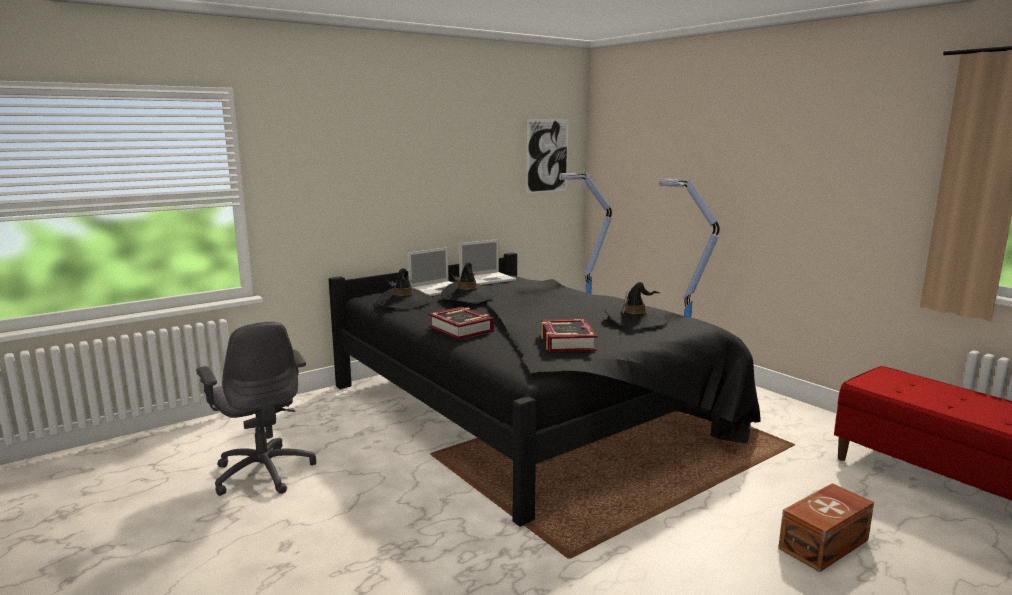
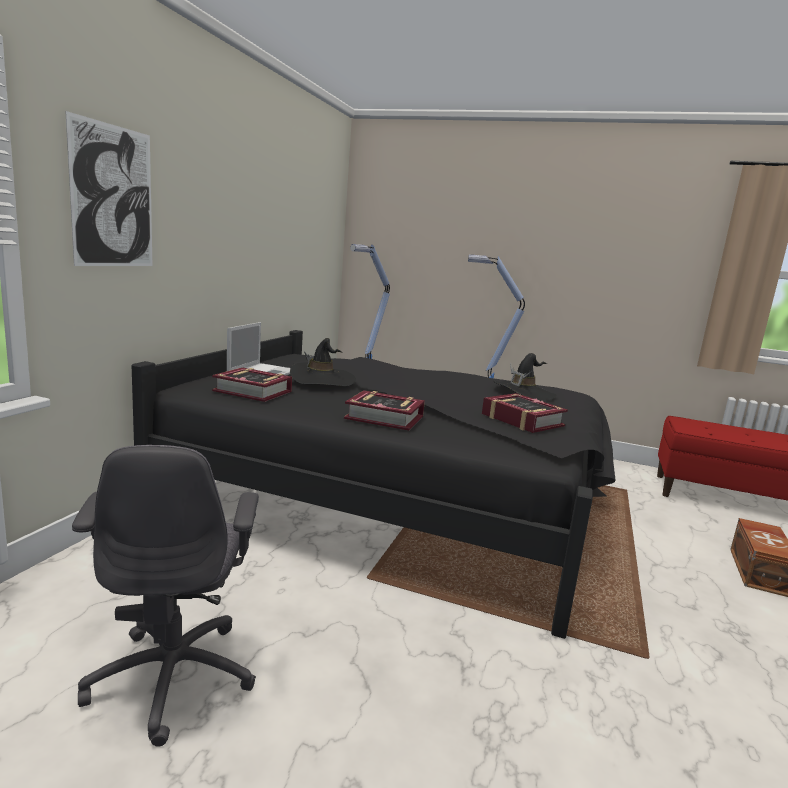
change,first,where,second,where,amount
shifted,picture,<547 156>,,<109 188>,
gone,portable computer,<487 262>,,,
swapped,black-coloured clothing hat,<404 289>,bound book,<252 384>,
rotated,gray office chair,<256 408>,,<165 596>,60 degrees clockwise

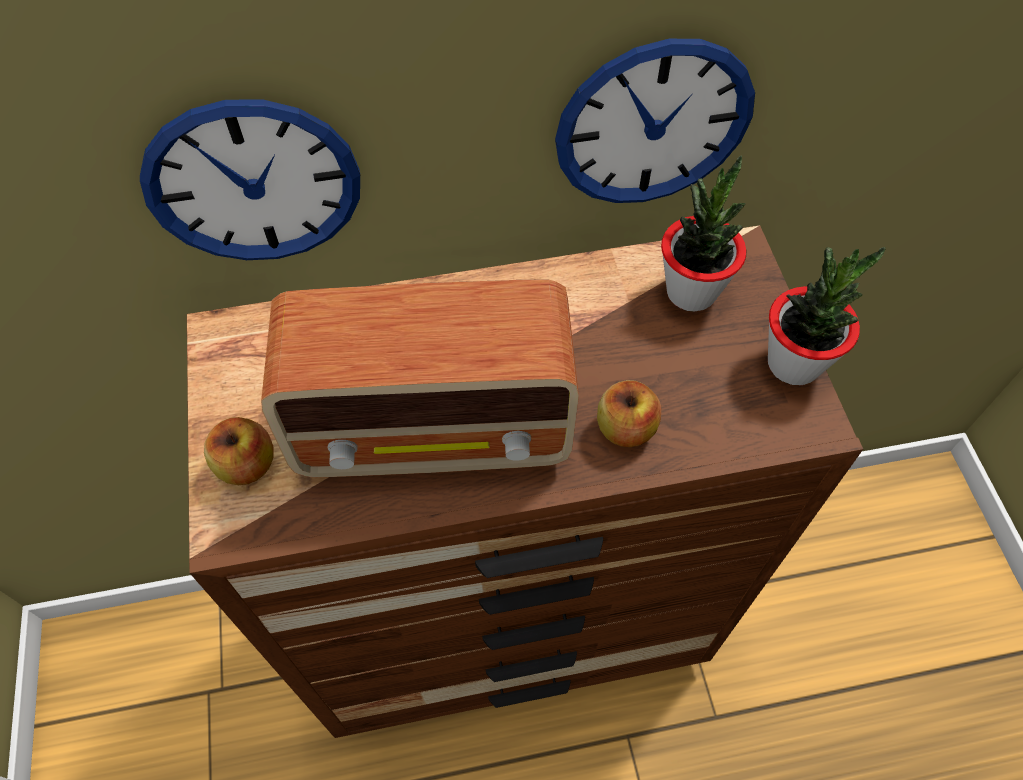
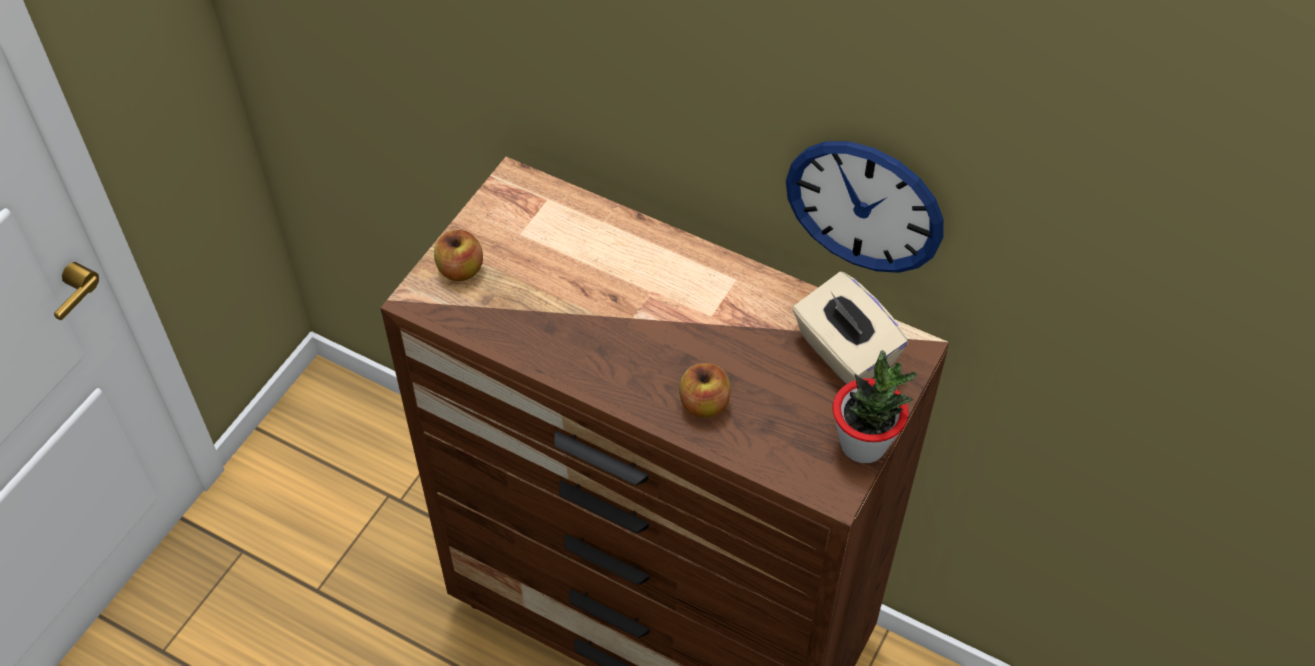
change,first,where,second,where,amount
gone,clock on the wall,<250 179>,,,
swapped,houseplant,<703 233>,beige-coloured tissue holder,<850 328>,
gone,radio set,<420 379>,,,

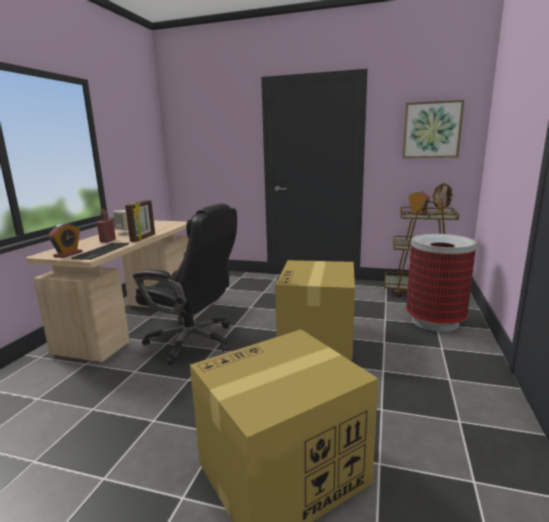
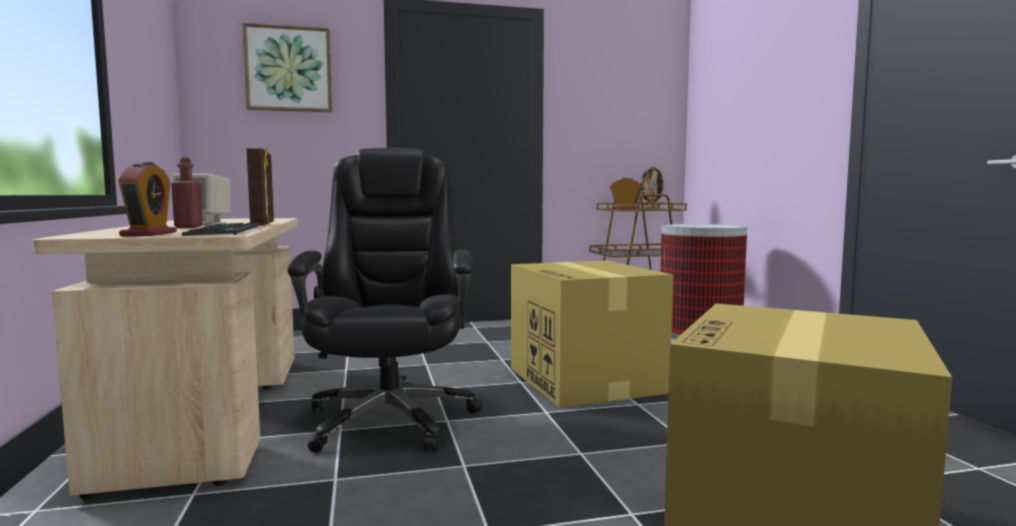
change,first,where,second,where,amount
shifted,picture,<433 129>,,<287 67>,
rotated,black-coloured office chair,<185 284>,,<384 300>,90 degrees counterclockwise

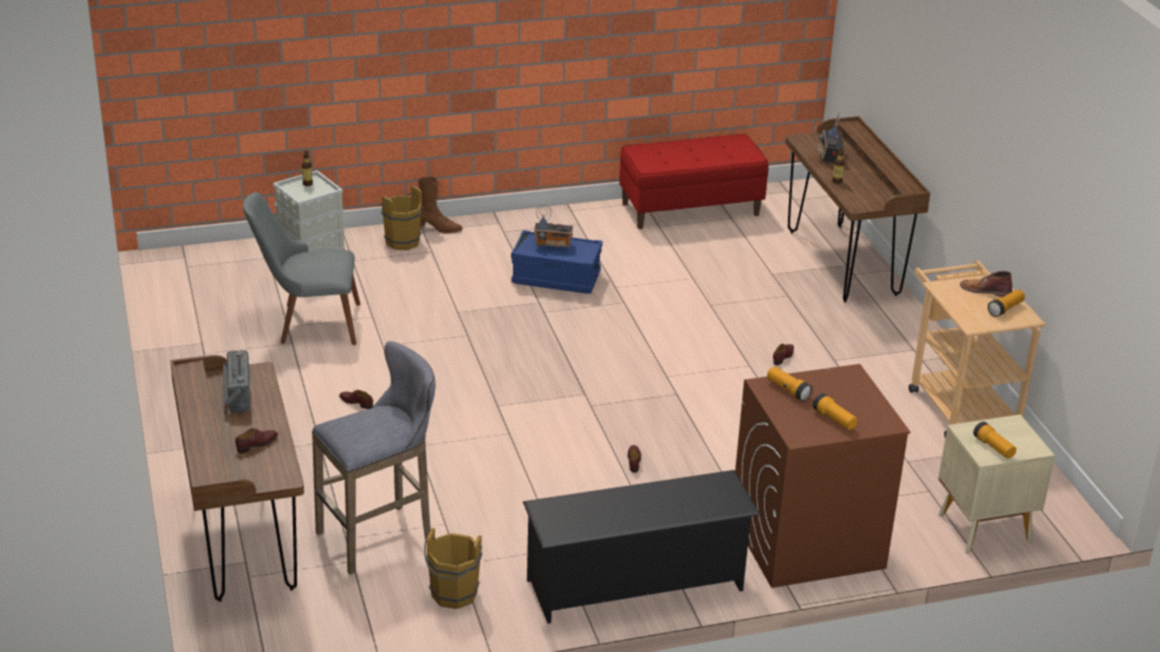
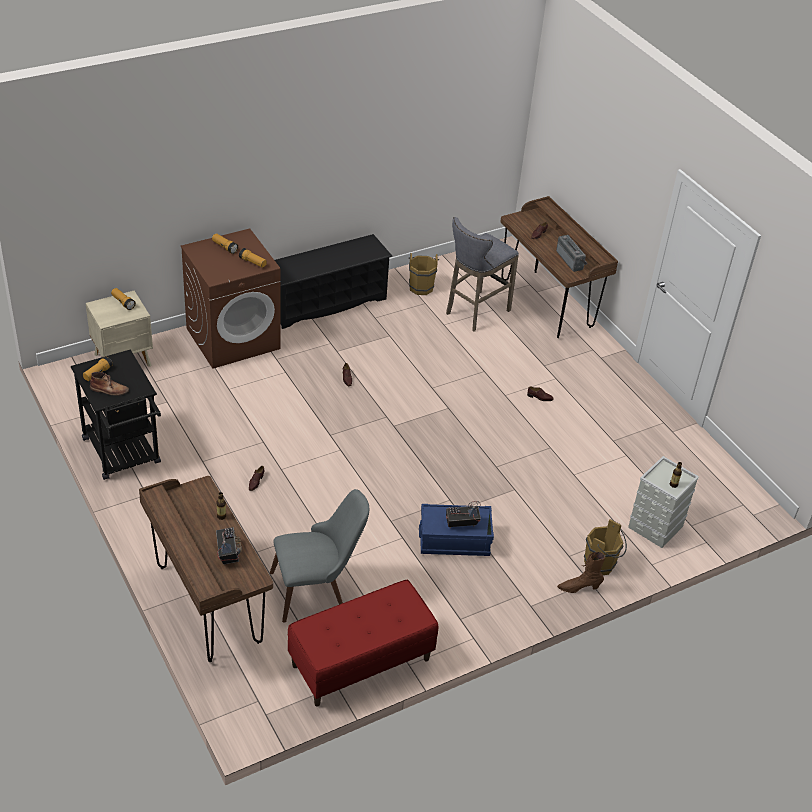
change,first,where,second,where,amount
shifted,gray plain chair,<302 268>,,<319 556>,
repainted,beige-coloured wheeled cart,<977 349>,black-coloured wheeled cart,<116 415>,

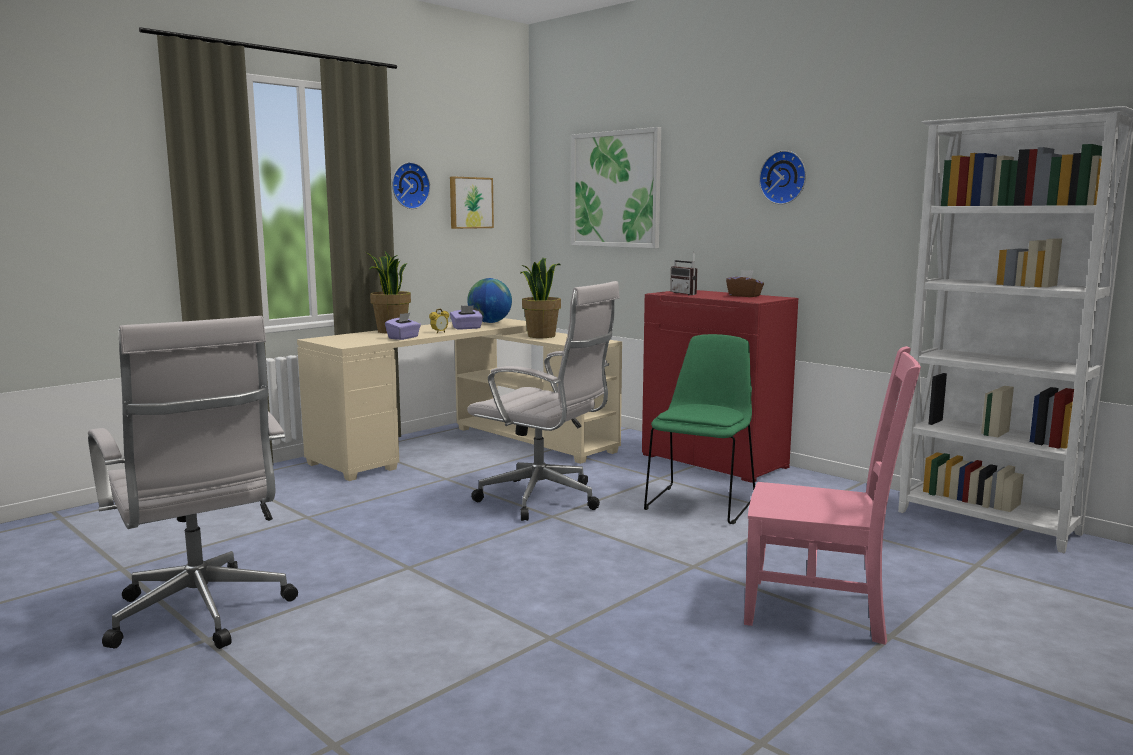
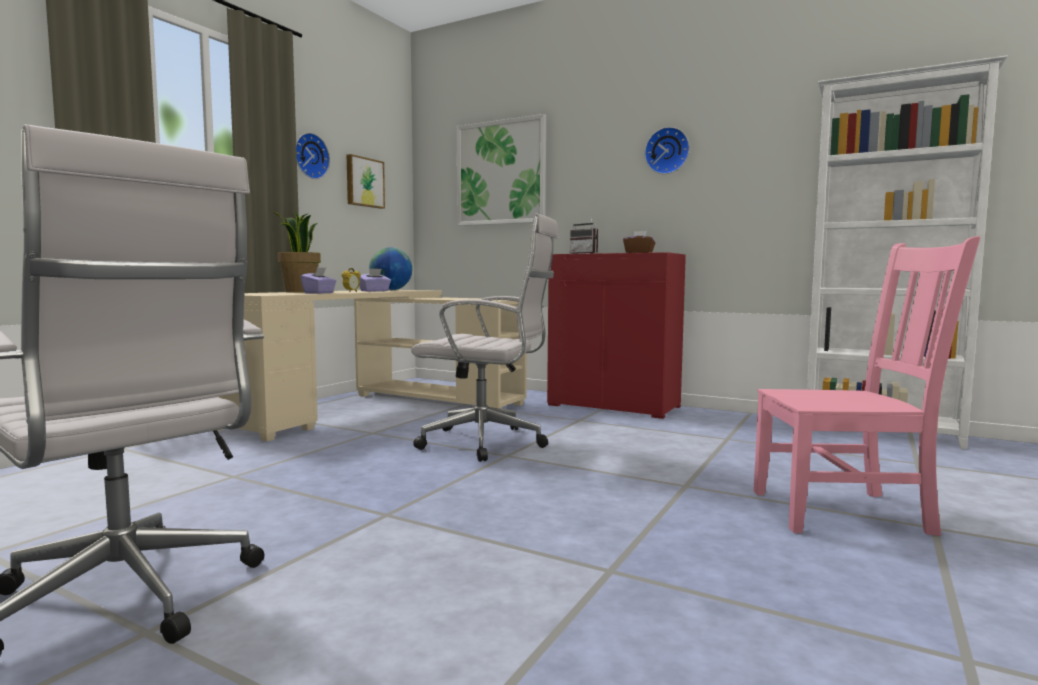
change,first,where,second,where,amount
gone,houseplant,<540 298>,,,
gone,greenish plain chair,<699 429>,,,

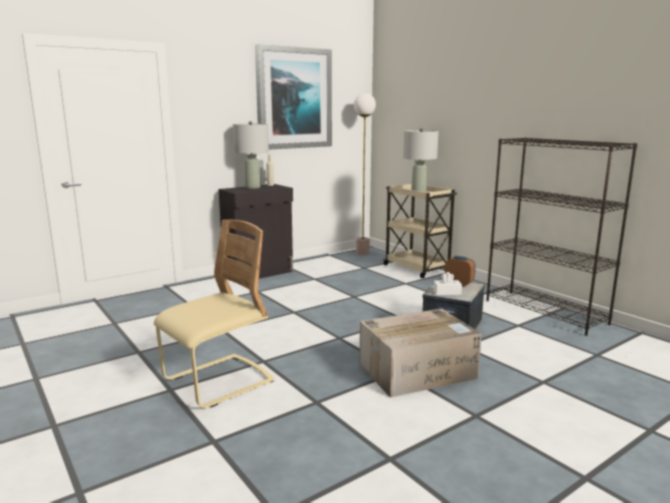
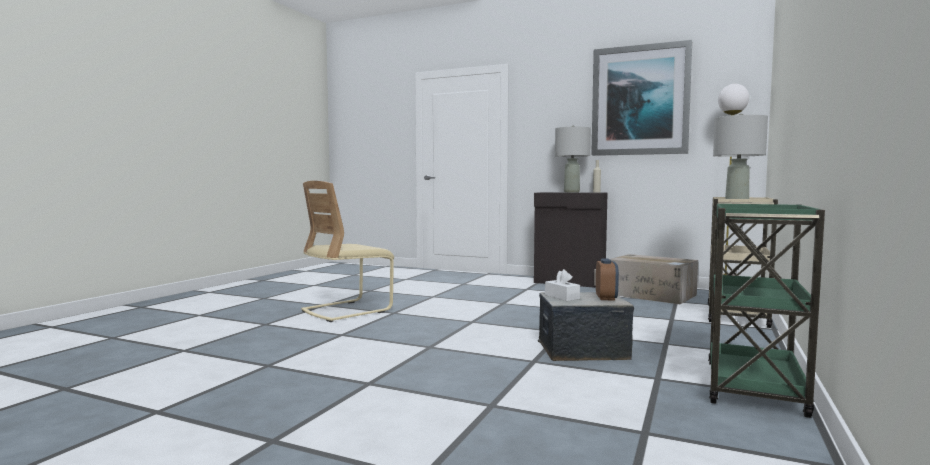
change,first,where,second,where,amount
swapped,black-coloured shelving unit,<562 236>,greenish wheeled cart,<766 310>,
rotated,beige-coloured plain chair,<214 314>,,<347 251>,120 degrees clockwise
shifted,cardboard box,<420 353>,,<654 279>,

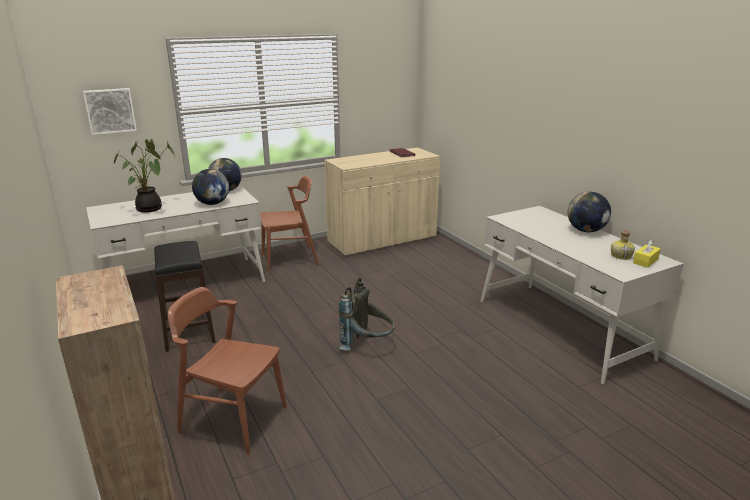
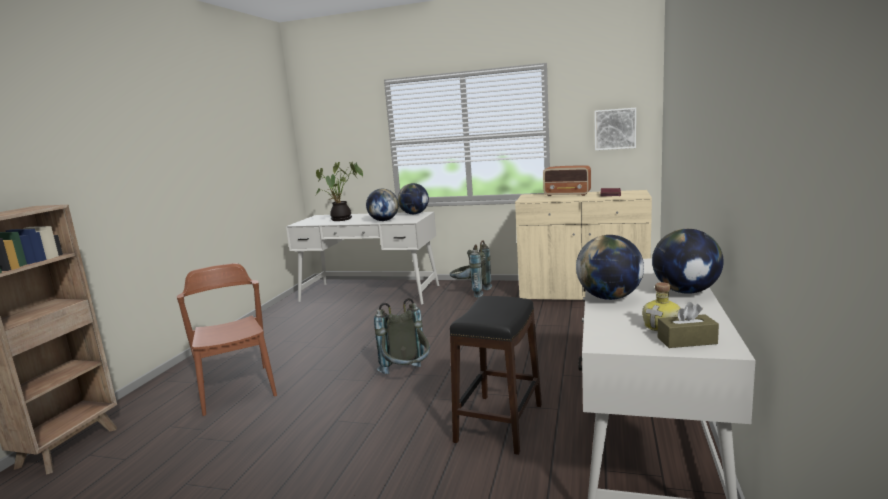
change,first,where,second,where,amount
shifted,picture,<110 111>,,<615 129>,
swapped,brownish plain chair,<289 224>,gray knapsack,<471 269>,
repainted,yellow tissue holder,<647 254>,brownish tissue holder,<688 325>,
shifted,black-coloured stool seat,<185 296>,,<496 375>,
new,,,radio set,<567 180>,
new,,,world globe,<610 267>,

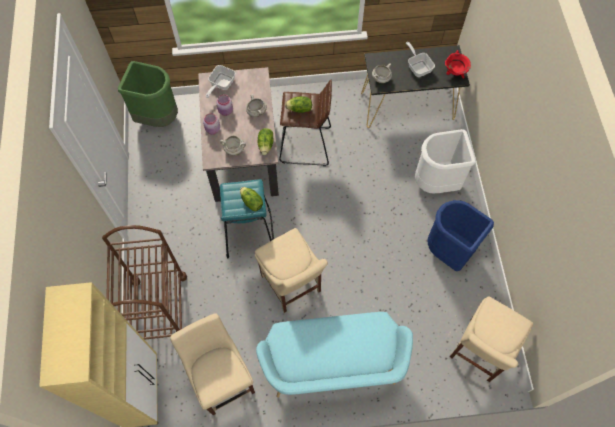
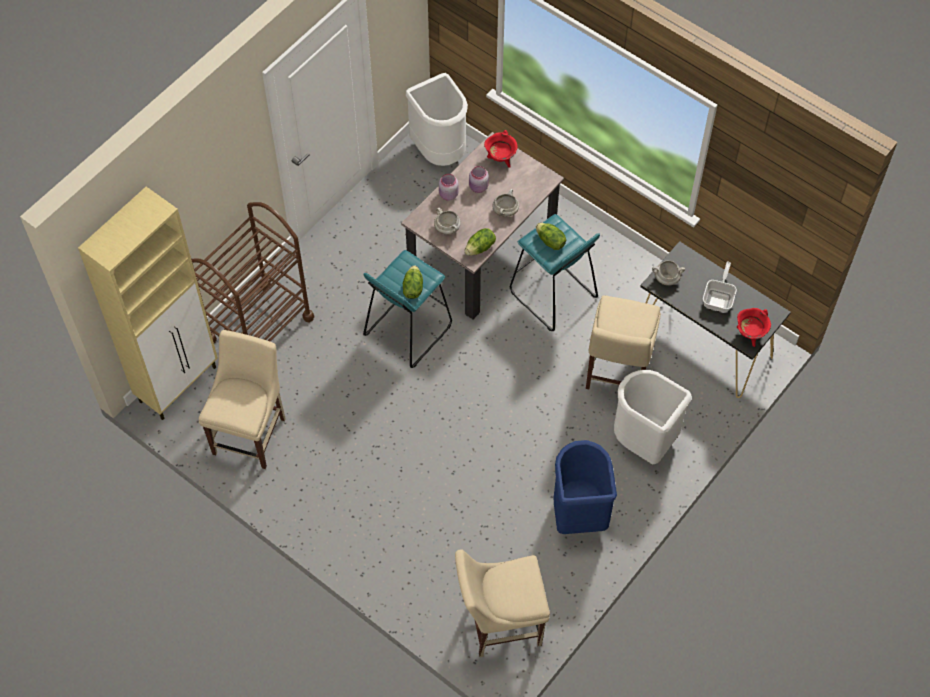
change,first,where,second,where,amount
repainted,greenish waste bin,<148 94>,white-coloured waste bin,<437 119>,
swapped,pan,<221 81>,red-coloured stockpot,<501 149>,
repainted,brownish stool seat,<305 123>,blue-green stool seat,<555 272>,
shifted,beige-coloured plain chair,<291 270>,,<623 342>,
gone,blue-green indoor bench,<334 355>,,,

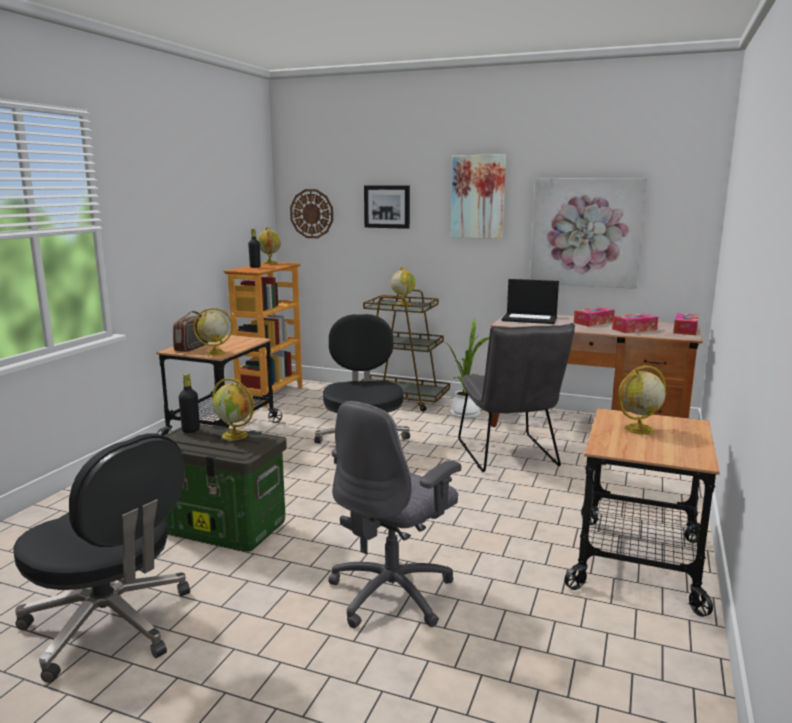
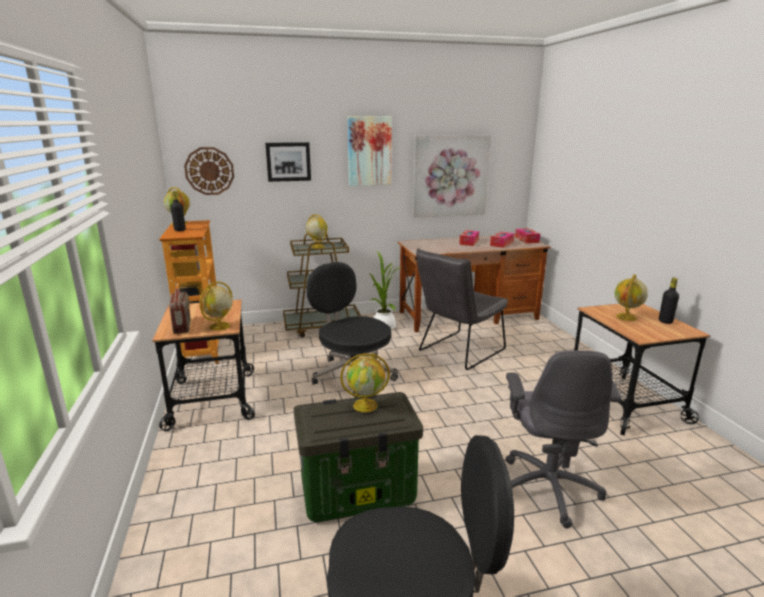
change,first,where,second,where,amount
gone,portable computer,<530 301>,,,
rotated,gray plain chair,<516 397>,,<462 309>,90 degrees clockwise
shifted,black-coloured beverage bottle,<189 403>,,<669 301>,

